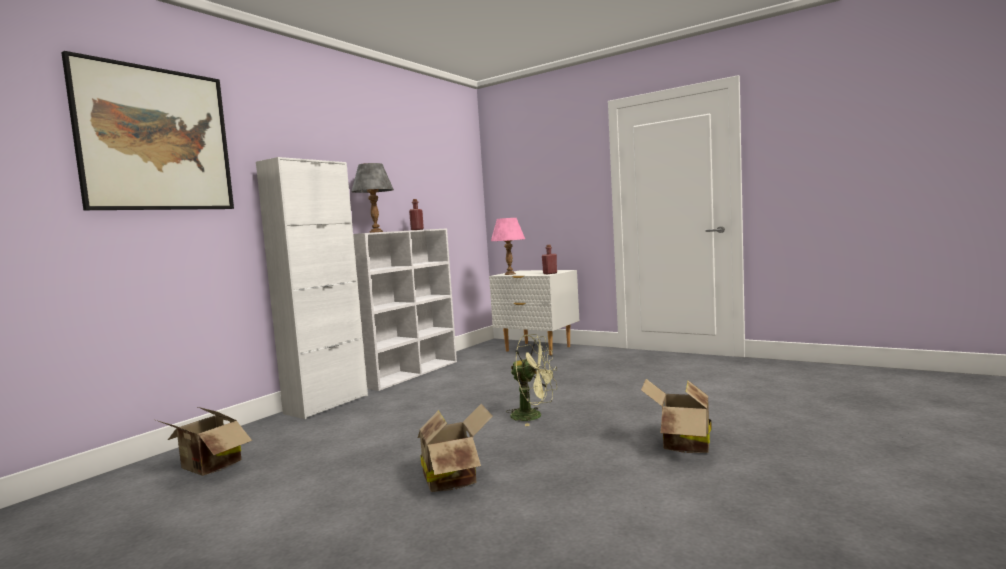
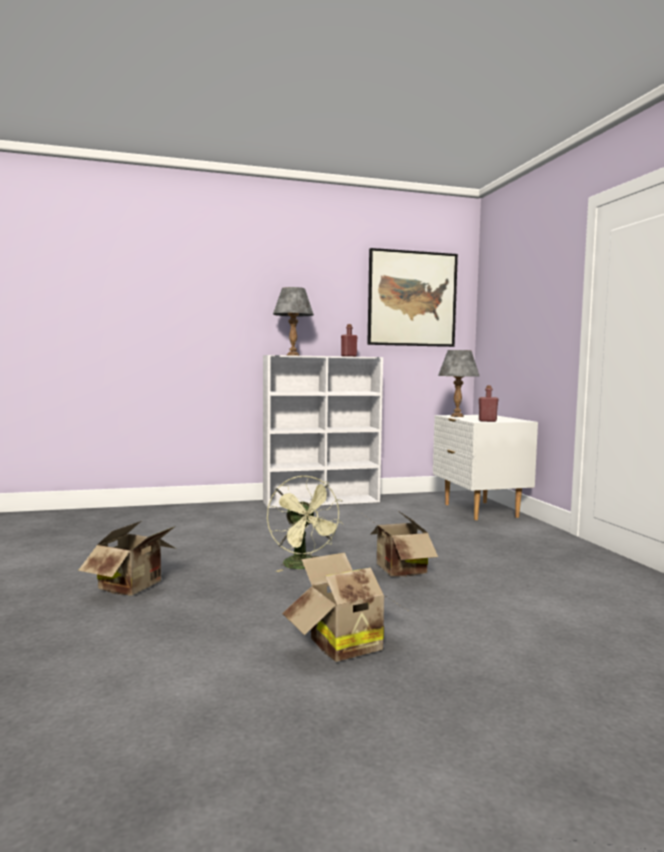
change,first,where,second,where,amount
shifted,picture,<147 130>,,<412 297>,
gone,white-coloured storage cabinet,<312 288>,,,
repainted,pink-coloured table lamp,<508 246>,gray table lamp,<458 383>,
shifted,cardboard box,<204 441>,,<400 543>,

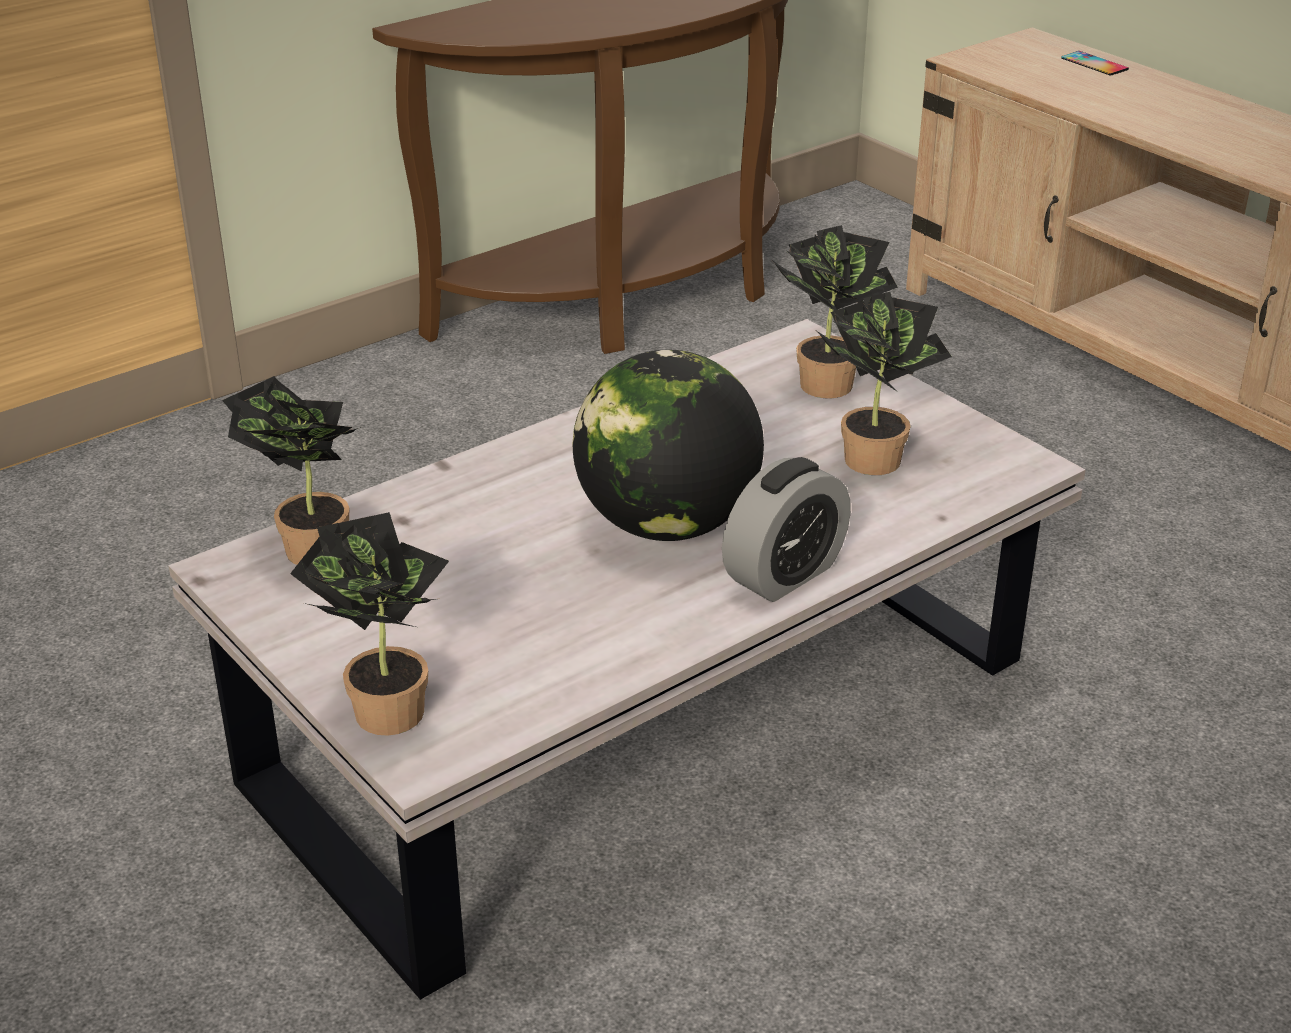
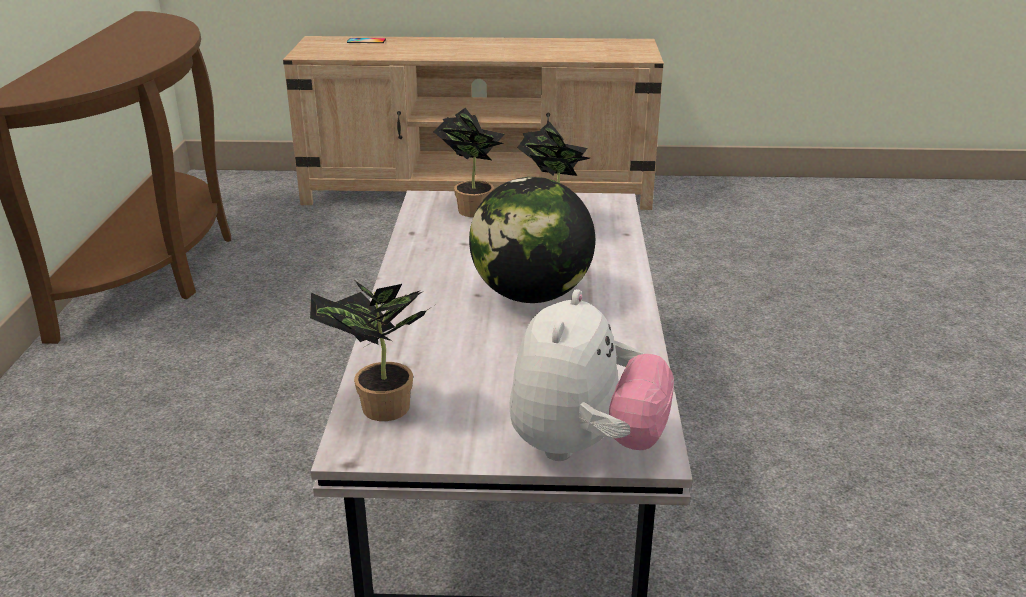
change,first,where,second,where,amount
gone,bedside clock,<786 529>,,,
swapped,houseplant,<369 624>,plush toy,<591 375>,

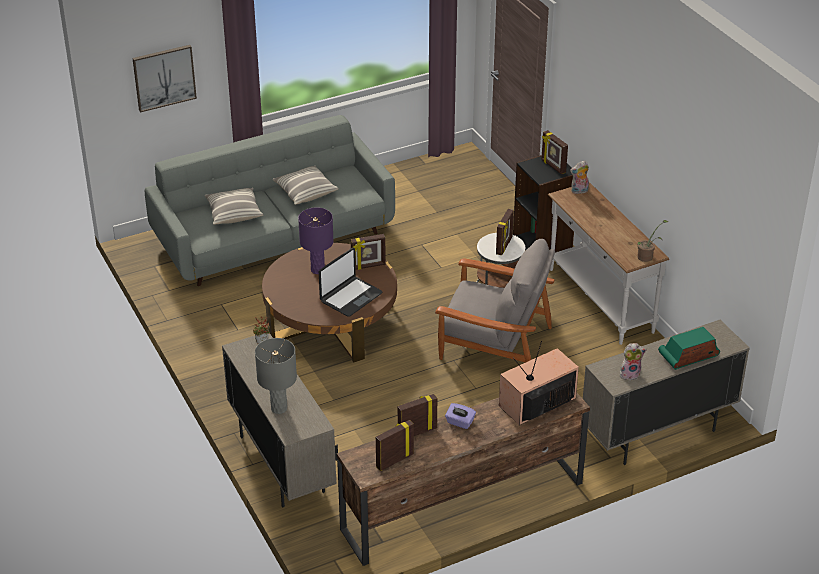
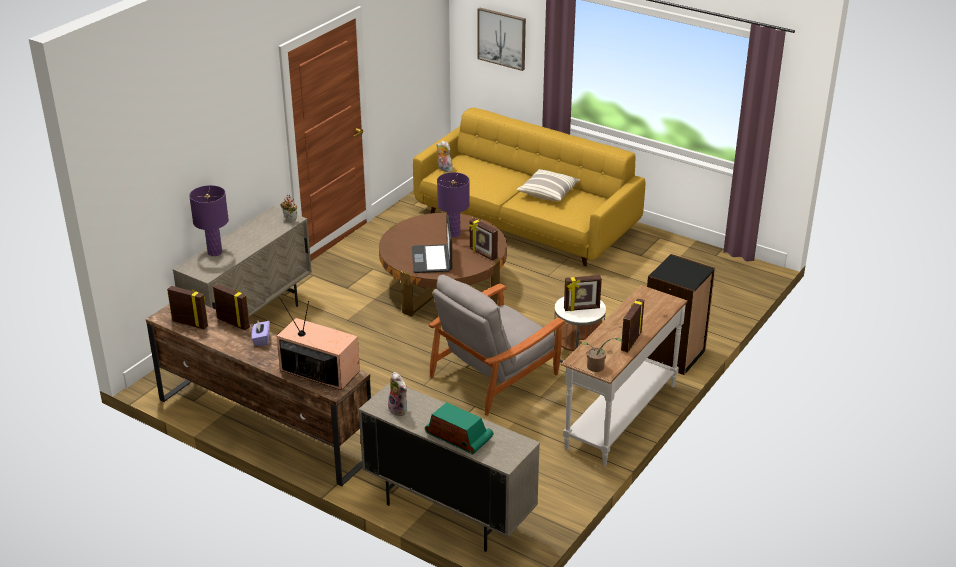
change,first,where,second,where,amount
repainted,gray sofa,<270 200>,yellow sofa,<529 187>,
shifted,photo frame,<554 152>,,<632 325>,
shifted,plush toy,<579 177>,,<445 156>,
gone,pillow,<234 206>,,,
rotated,gray armchair,<495 301>,,<497 345>,60 degrees clockwise
rotated,portable computer,<351 282>,,<432 244>,75 degrees clockwise
repainted,gray table lamp,<276 376>,purple-coloured table lamp,<209 220>,

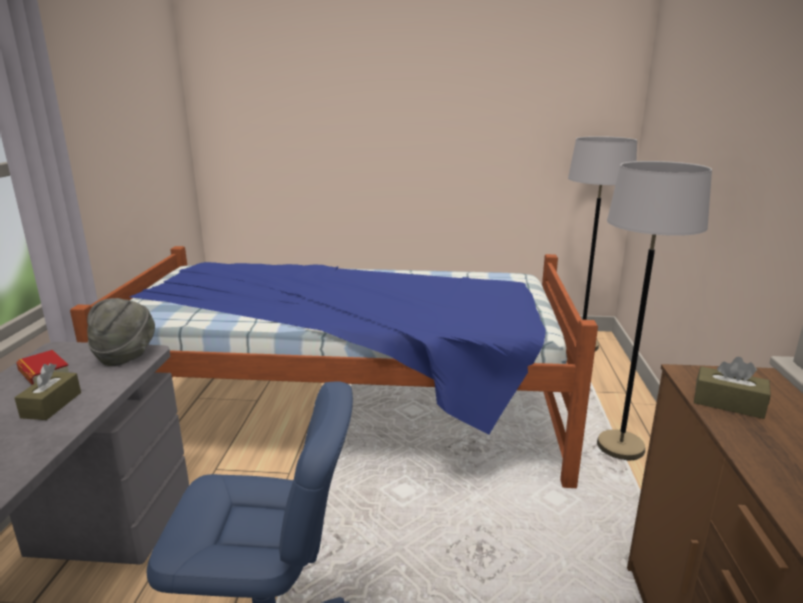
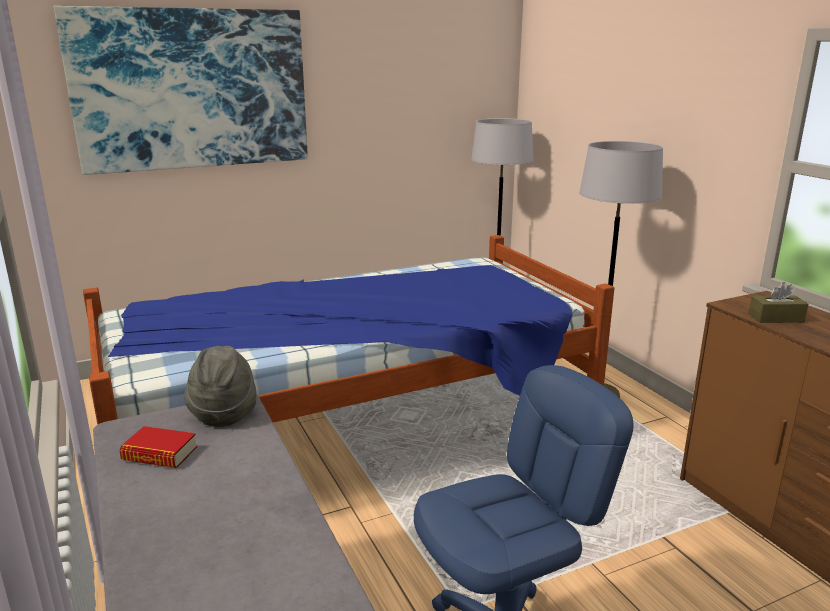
change,first,where,second,where,amount
gone,brownish tissue holder,<47 391>,,,
new,,,picture,<181 90>,

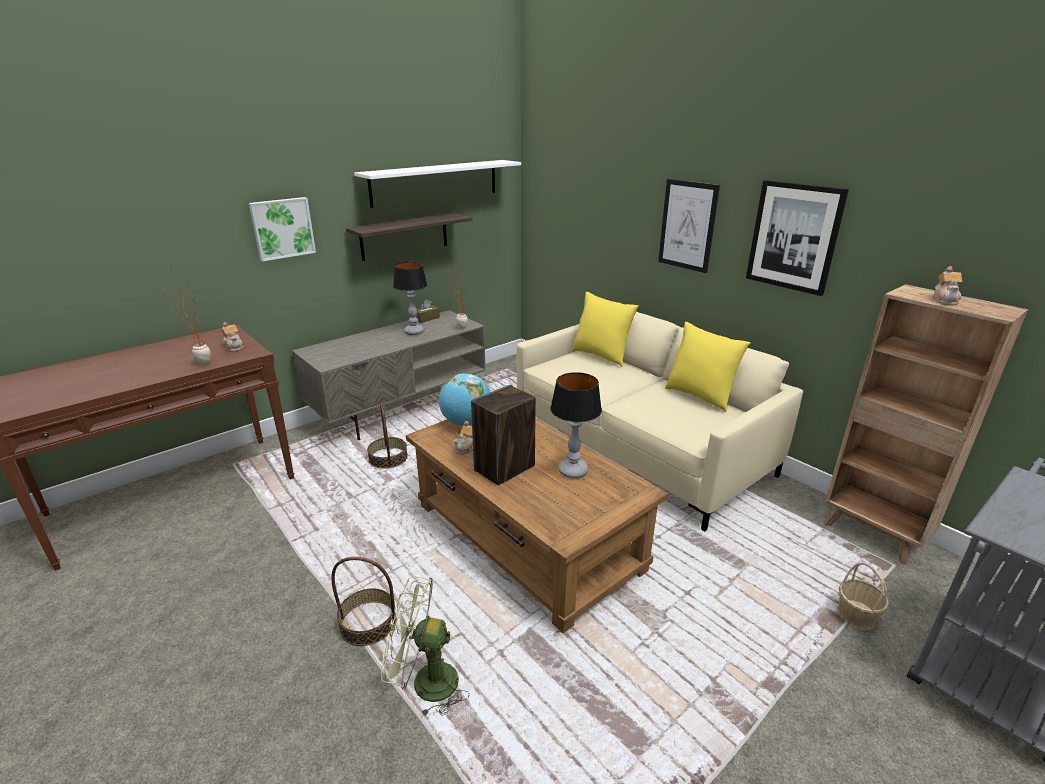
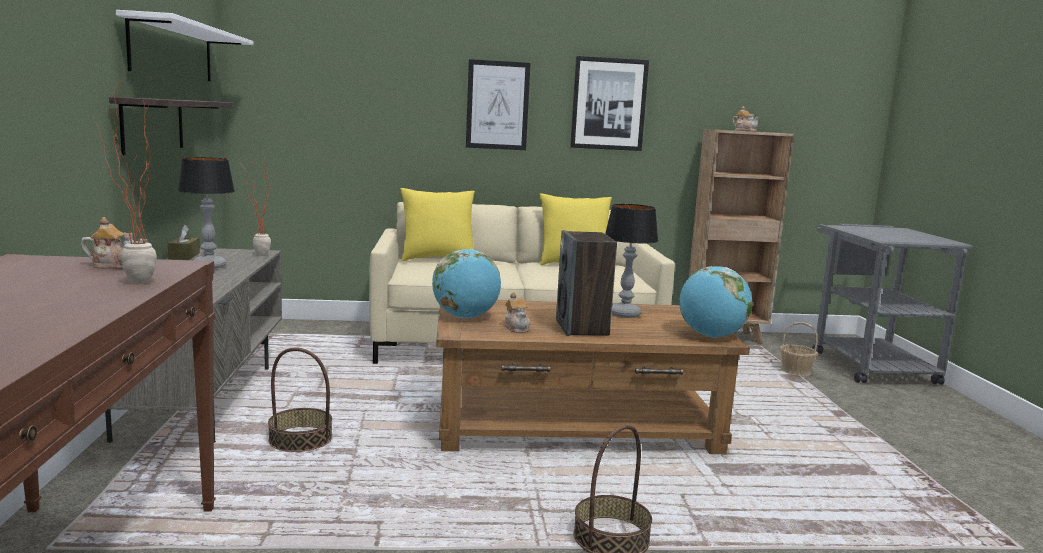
change,first,where,second,where,amount
gone,picture,<282 229>,,,
gone,greenish cooling fan,<425 647>,,,
new,,,world globe,<715 302>,

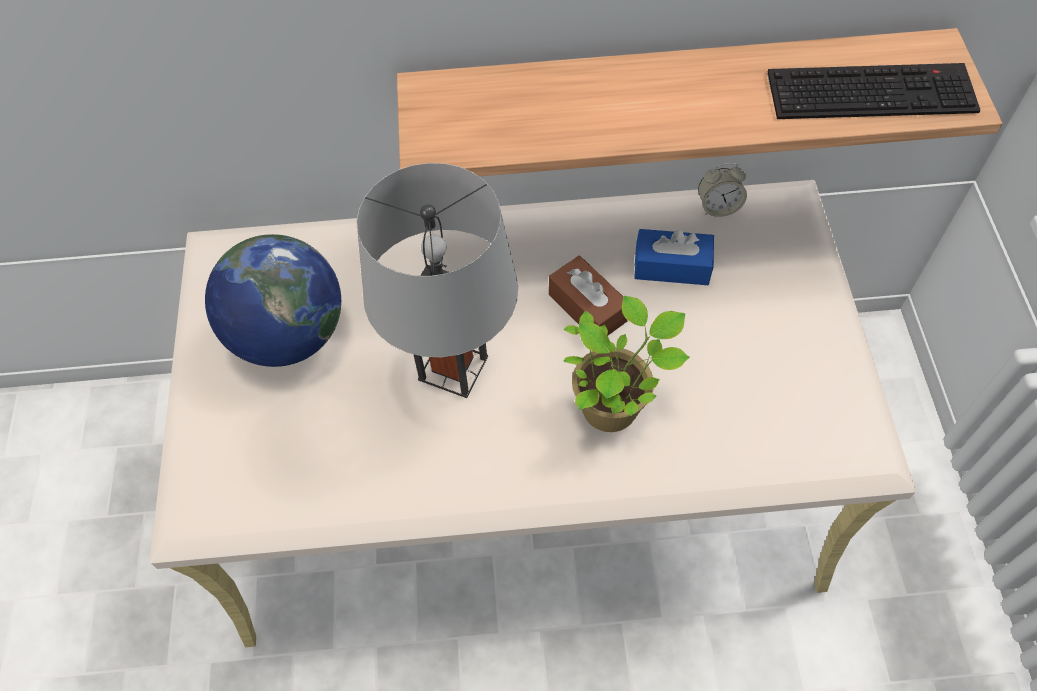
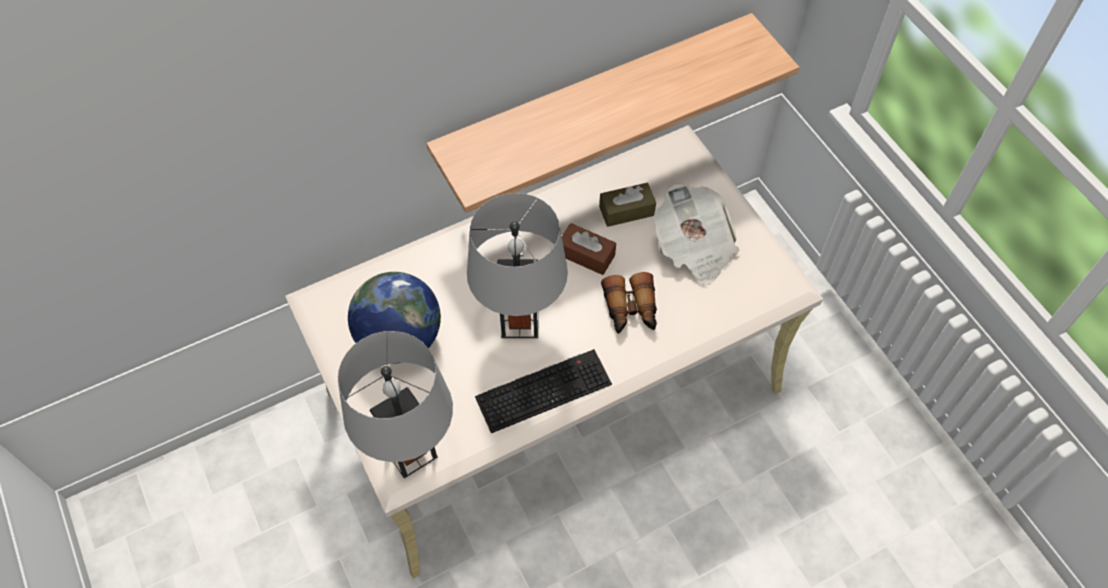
change,first,where,second,where,amount
shifted,keyboard,<874 91>,,<543 391>,
gone,bedside clock,<722 190>,,,
repainted,blue-coloured tissue holder,<674 257>,brownish tissue holder,<627 205>,
swapped,houseplant,<627 364>,binoculars,<629 303>,
new,,,newspaper,<697 234>,
new,,,gray table lamp,<395 404>,

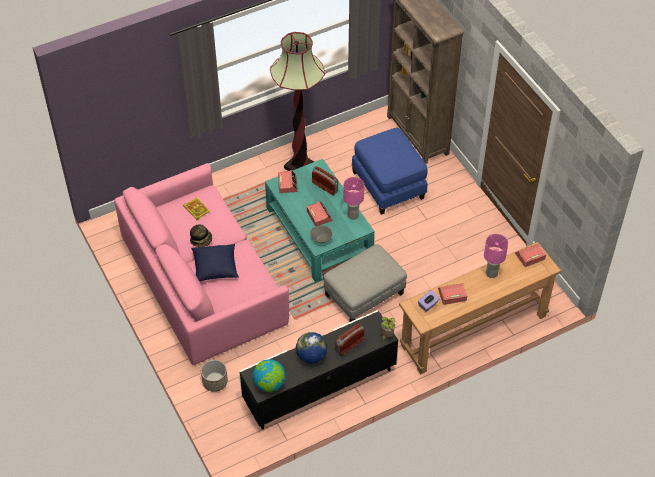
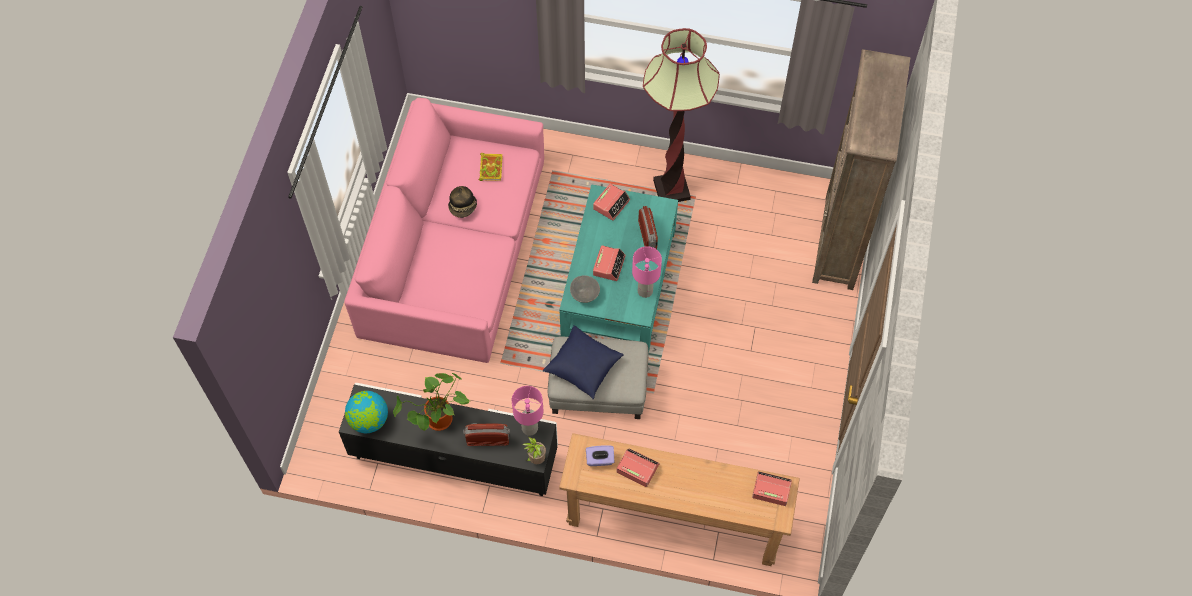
change,first,where,second,where,amount
gone,blue-coloured pouffe,<390 171>,,,
shifted,pink-coloured table lamp,<496 256>,,<527 411>,
shifted,blue-coloured pillow,<215 262>,,<583 362>,
swapped,world globe,<311 348>,houseplant,<431 402>,
gone,planter,<214 376>,,,

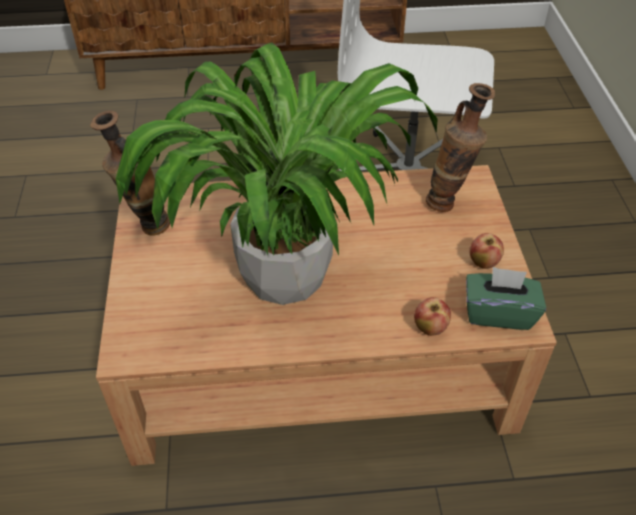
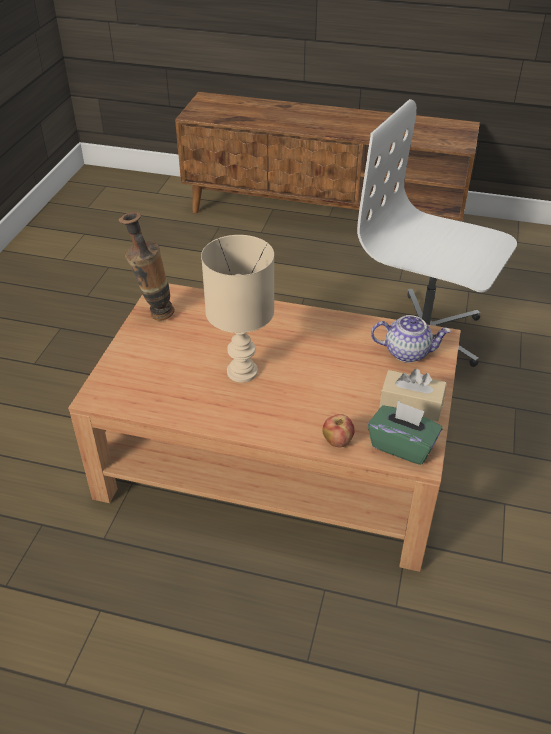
change,first,where,second,where,amount
swapped,houseplant,<277 174>,beige-coloured table lamp,<237 309>,
swapped,flower vase,<460 147>,pot for tea,<411 339>,
swapped,apple fruit,<486 251>,beige-coloured tissue holder,<413 395>,

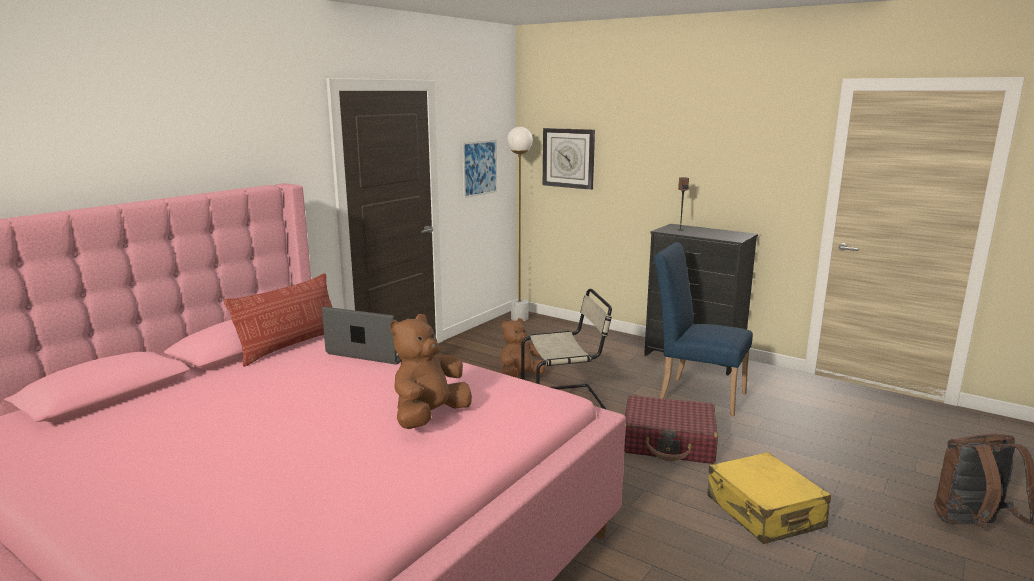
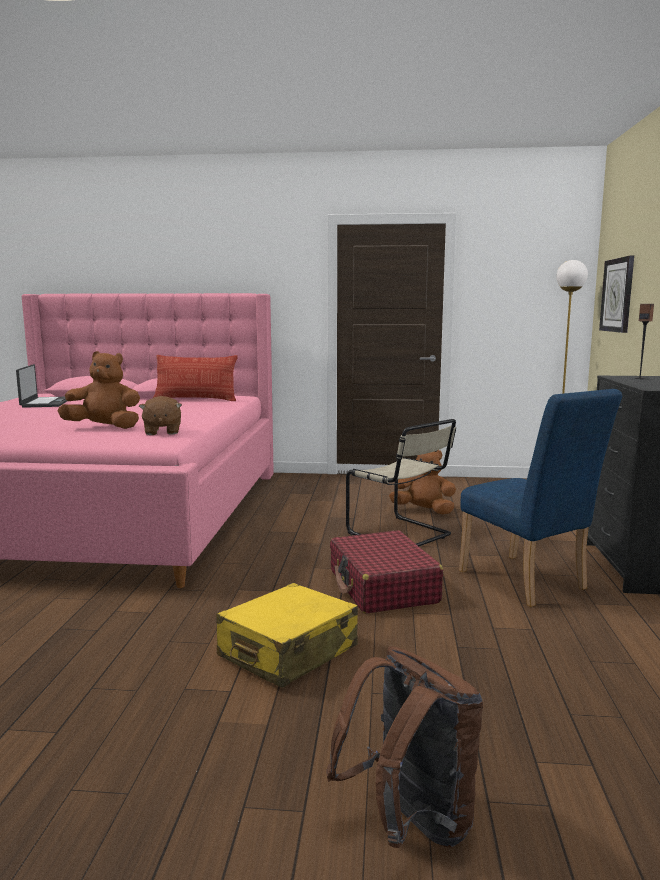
change,first,where,second,where,amount
gone,picture,<479 169>,,,
rotated,blue-coloured plain chair,<703 329>,,<541 498>,150 degrees clockwise
shifted,portable computer,<361 336>,,<41 386>,
new,,,brownish plush toy,<160 415>,

